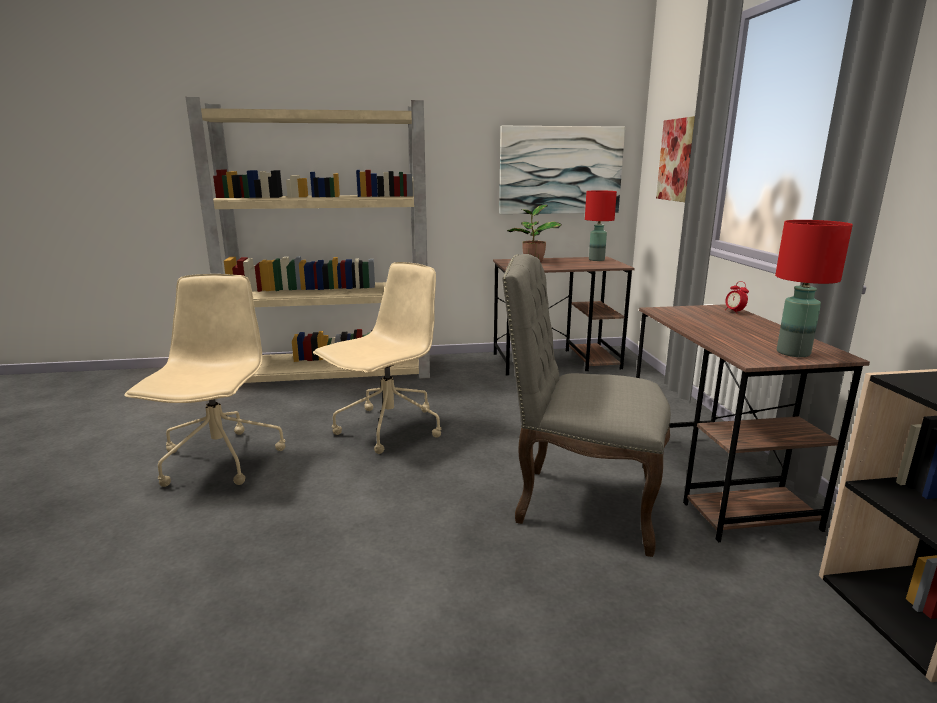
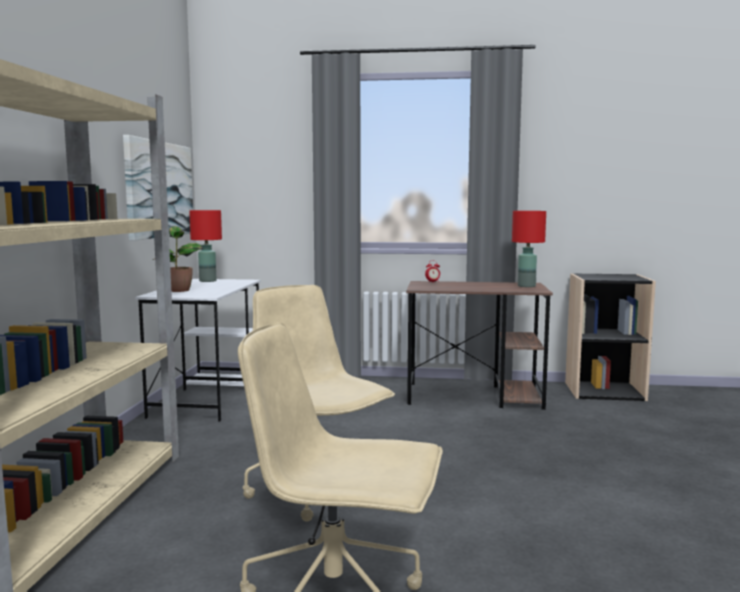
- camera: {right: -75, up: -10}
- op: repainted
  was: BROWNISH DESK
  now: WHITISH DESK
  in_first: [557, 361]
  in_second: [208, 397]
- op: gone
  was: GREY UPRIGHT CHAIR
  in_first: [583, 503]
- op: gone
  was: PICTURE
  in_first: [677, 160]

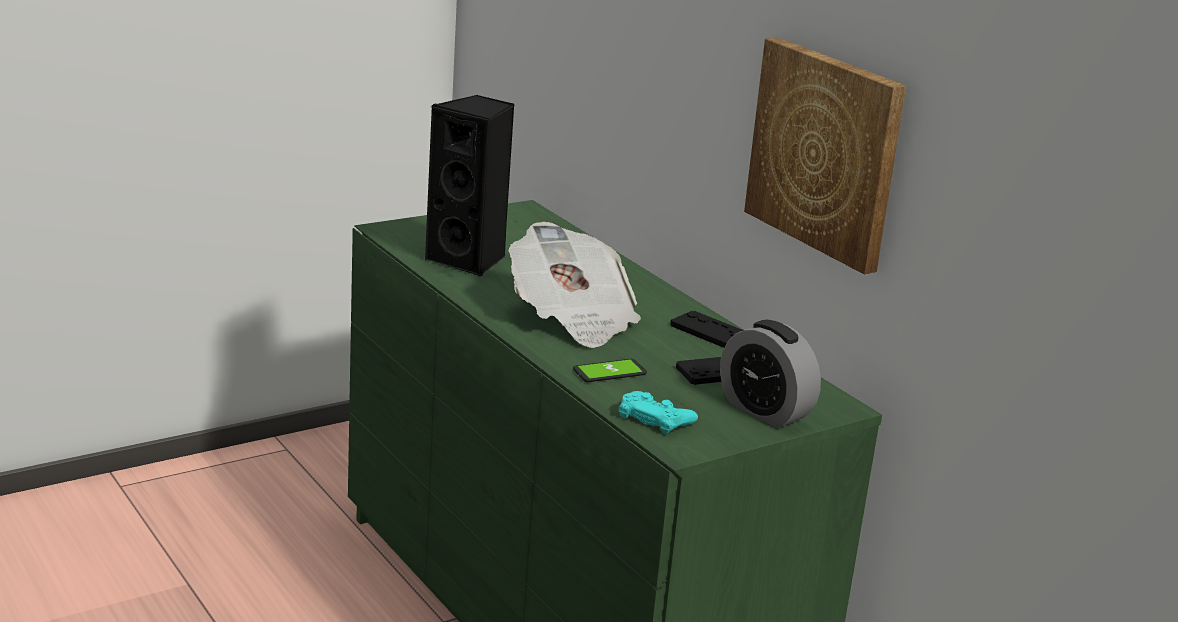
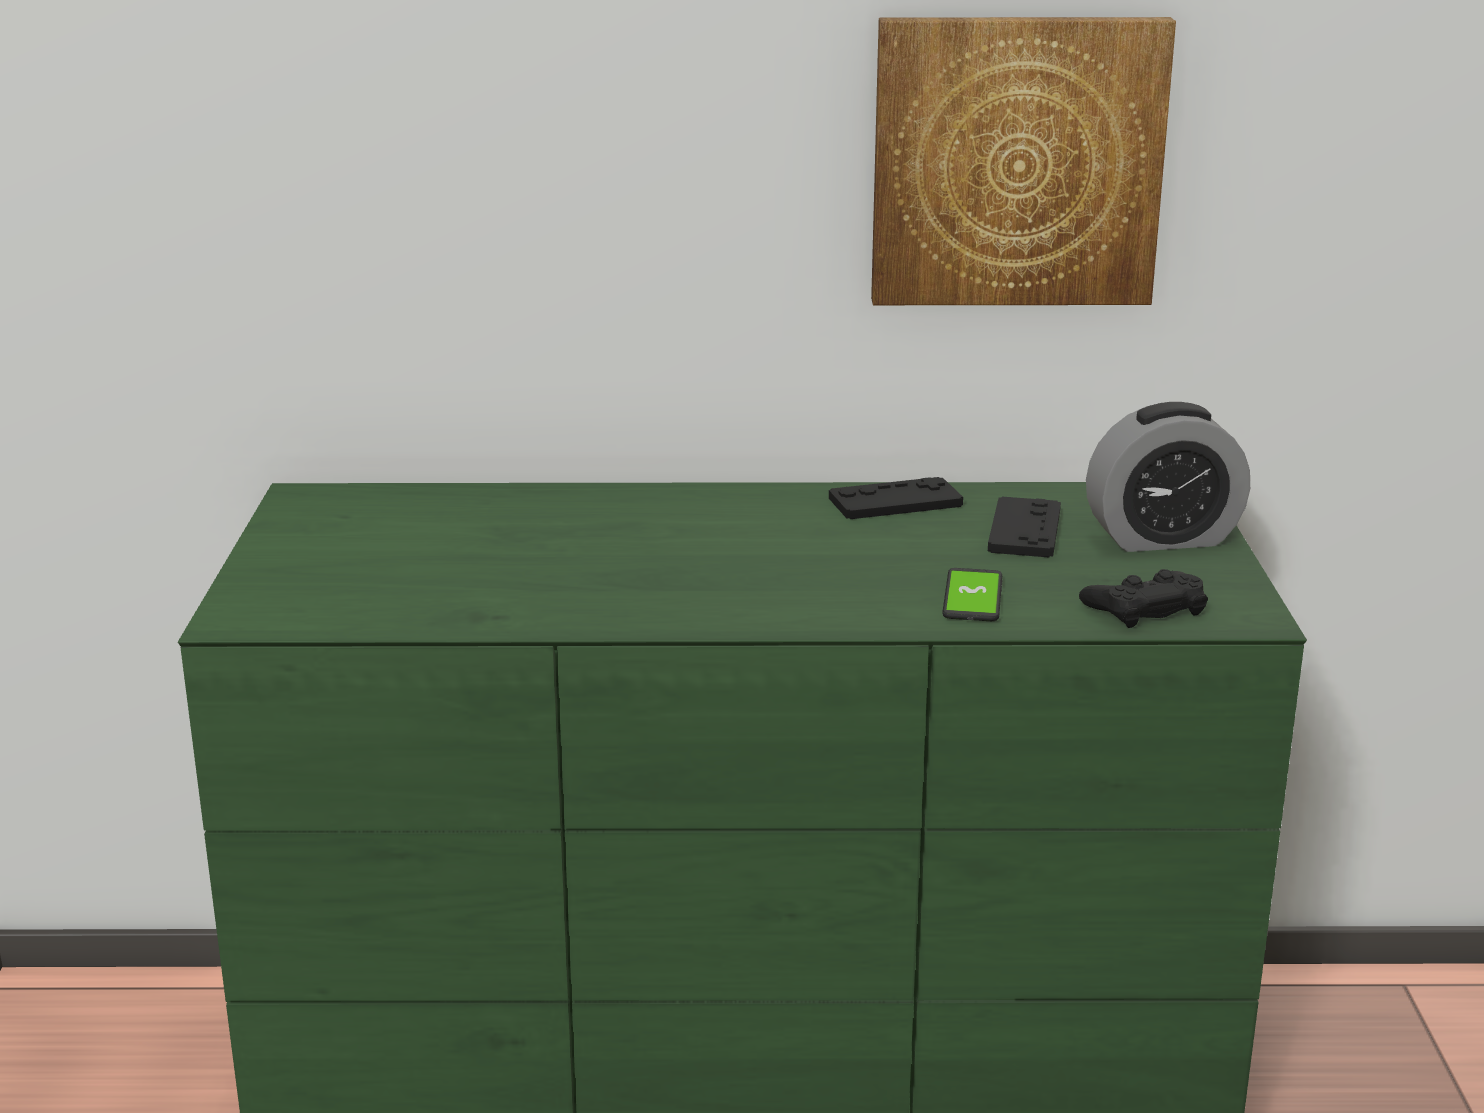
- camera: {right: -55, up: 0}
- op: gone
  was: BLACK-COLOURED SPEAKER
  in_first: [470, 260]
- op: gone
  was: DAILY PAPER
  in_first: [572, 319]
- op: repainted
  was: TURQUOISE-COLOURED JOYPAD
  now: BLACK-COLOURED JOYPAD
  in_first: [655, 418]
  in_second: [1144, 608]

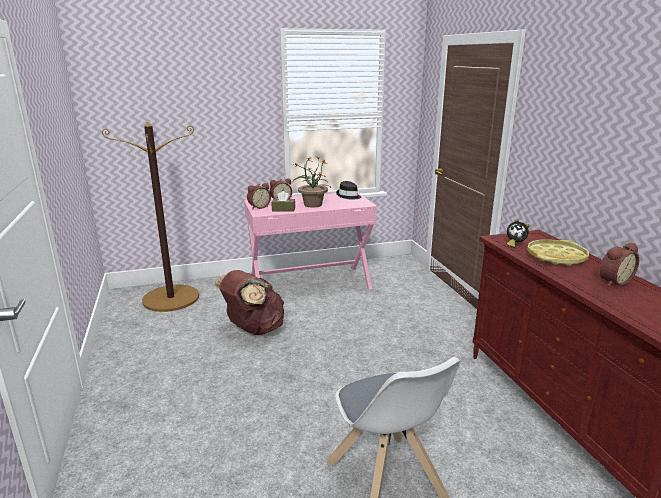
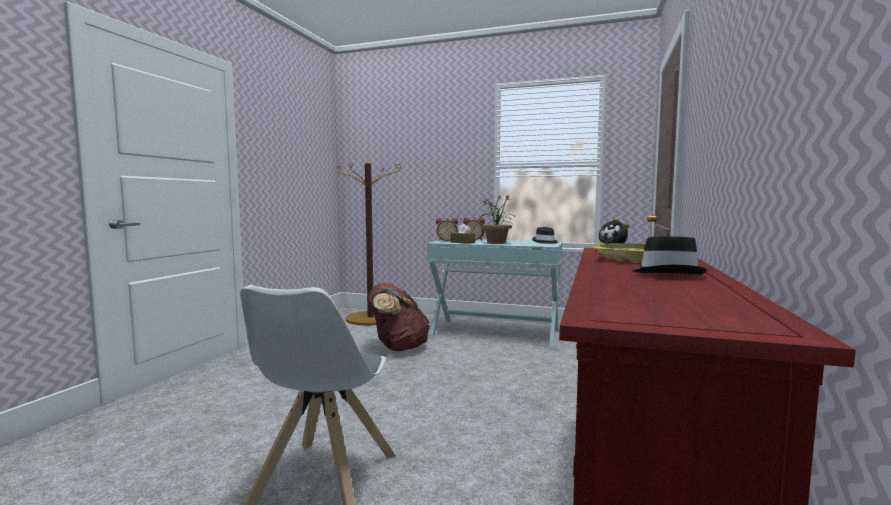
- camera: {right: 35, up: -15}
- op: repainted
  was: PINK DESK
  now: TURQUOISE-COLOURED DESK
  in_first: [310, 284]
  in_second: [495, 332]
- op: swapped
  was: BEDSIDE CLOCK
  now: BLACK-COLOURED WEARABLE HAT
  in_first: [613, 281]
  in_second: [666, 273]

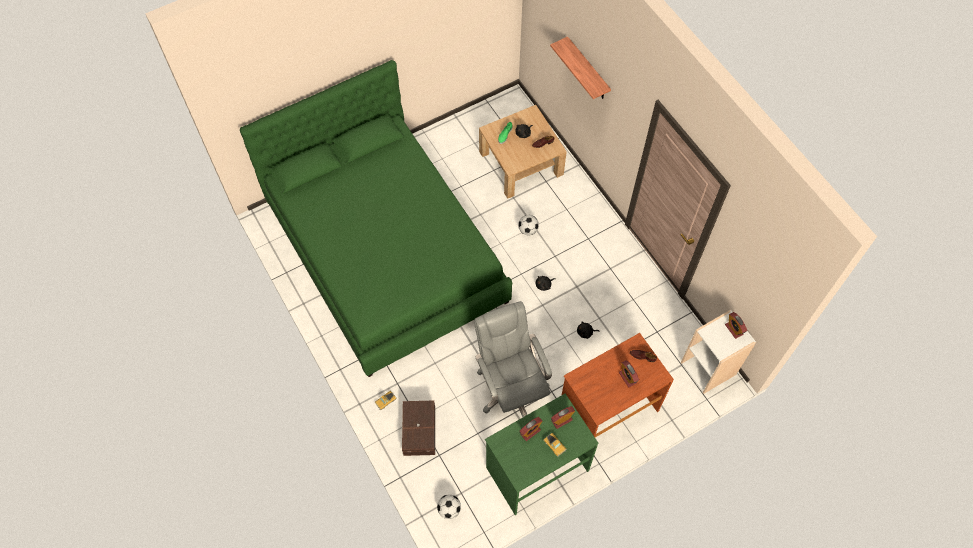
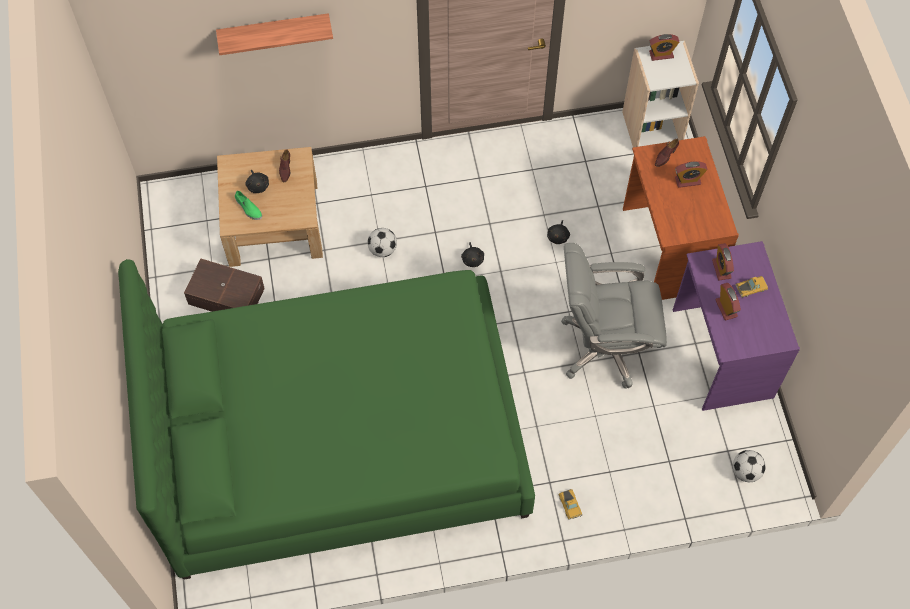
- camera: {right: -70, up: 0}
- op: shifted
  was: BROWNISH STORAGE BOX
  in_first: [420, 430]
  in_second: [226, 295]
- op: repainted
  was: GREEN DESK
  now: PURPLE DESK
  in_first: [537, 468]
  in_second: [720, 353]

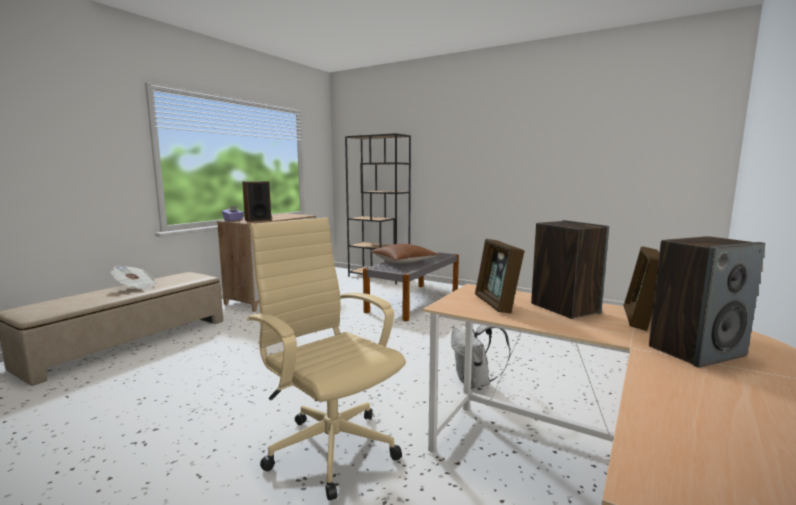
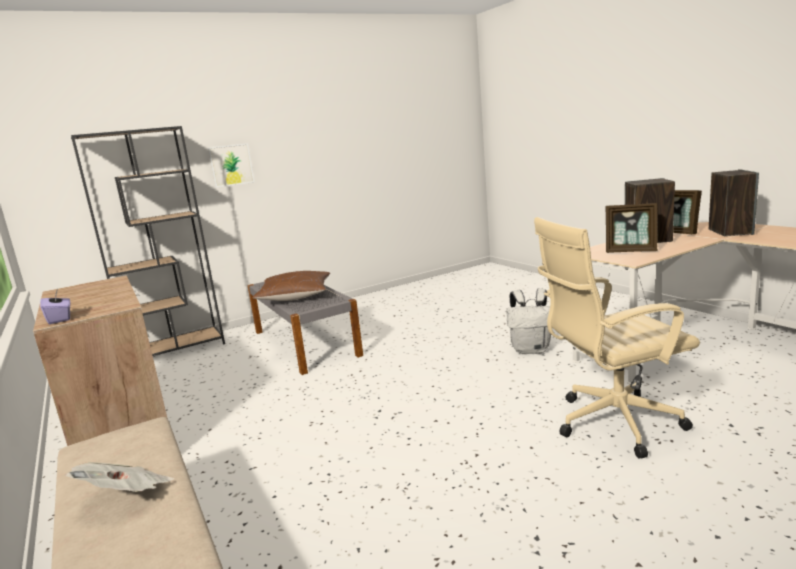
- camera: {right: -60, up: 5}
- op: gone
  was: SPEAKER
  in_first: [258, 220]
- op: new
  now: PICTURE
  in_second: [231, 165]

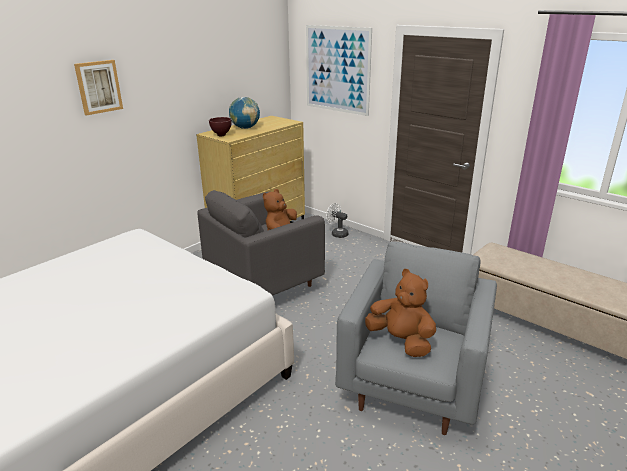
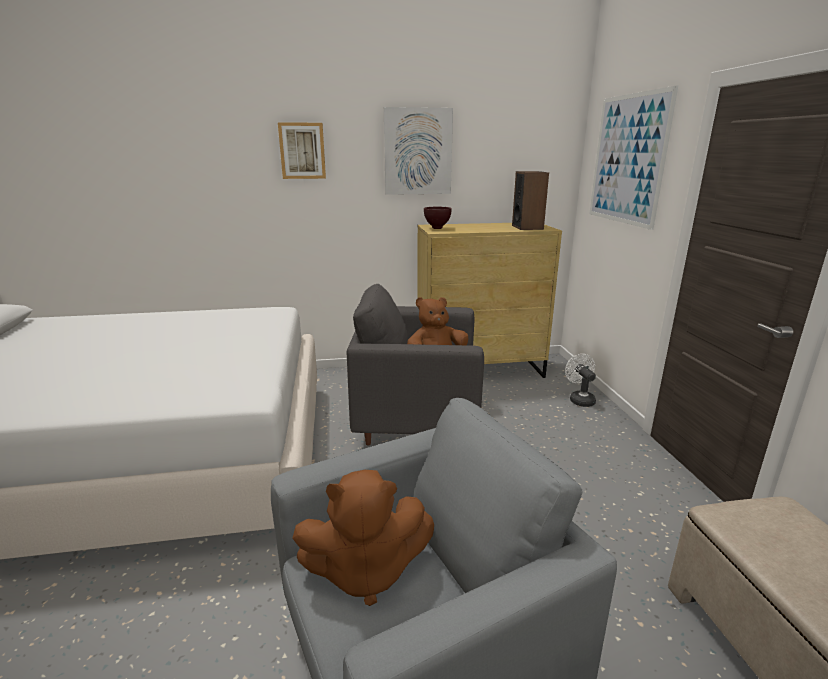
- camera: {right: 40, up: -5}
- op: gone
  was: GLOBE
  in_first: [245, 128]
- op: rotated
  was: BROWNISH SOFT TOY
  in_first: [400, 341]
  in_second: [365, 571]
  clockwise: 90
- op: new
  now: PICTURE
  in_second: [417, 152]
- op: new
  now: SPEAKER
  in_second: [527, 227]

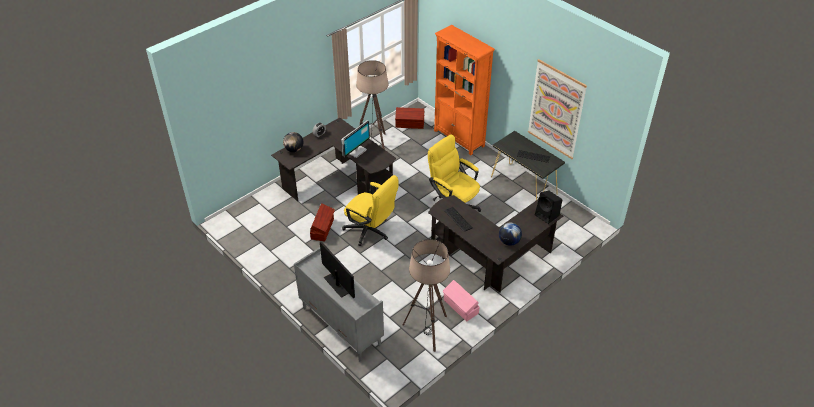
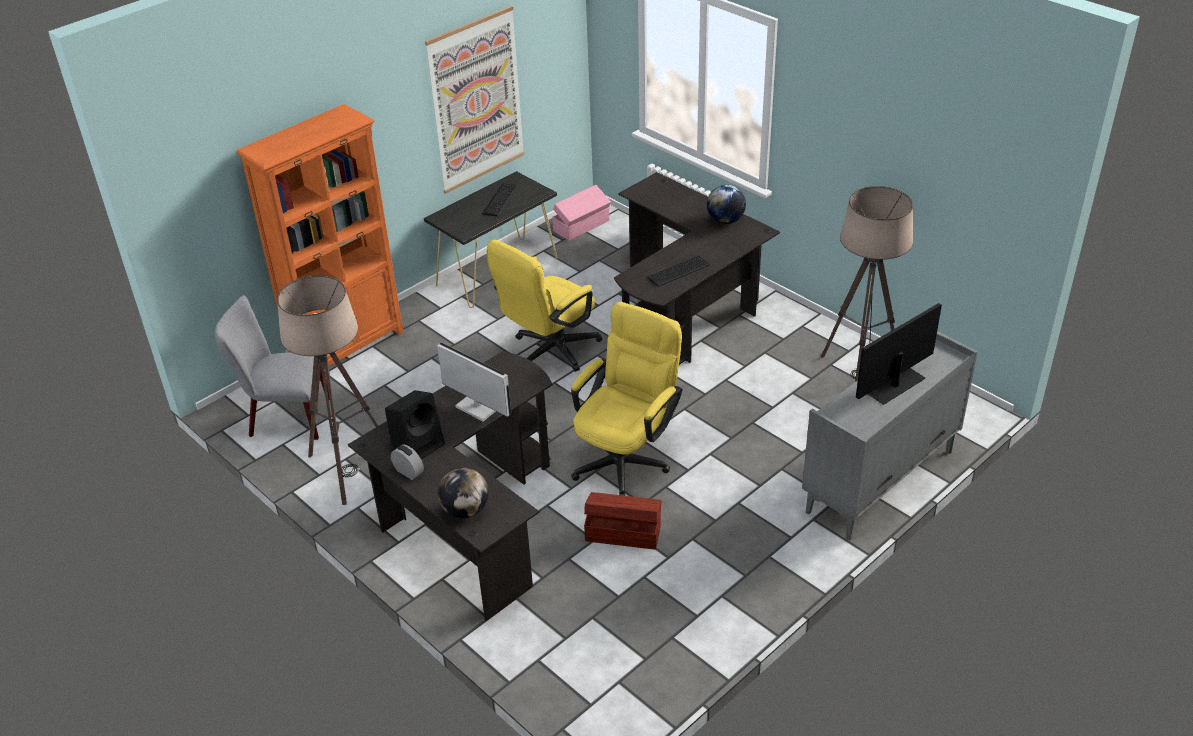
- camera: {right: -90, up: -5}
- op: swapped
  was: BROWNISH STORAGE BOX
  now: GREY UPRIGHT CHAIR
  in_first: [410, 124]
  in_second: [284, 417]
- op: shifted
  was: PINK STORAGE BOX
  in_first: [460, 307]
  in_second: [582, 226]
- op: shifted
  was: BLACK-COLOURED SPEAKER
  in_first: [547, 215]
  in_second: [418, 444]

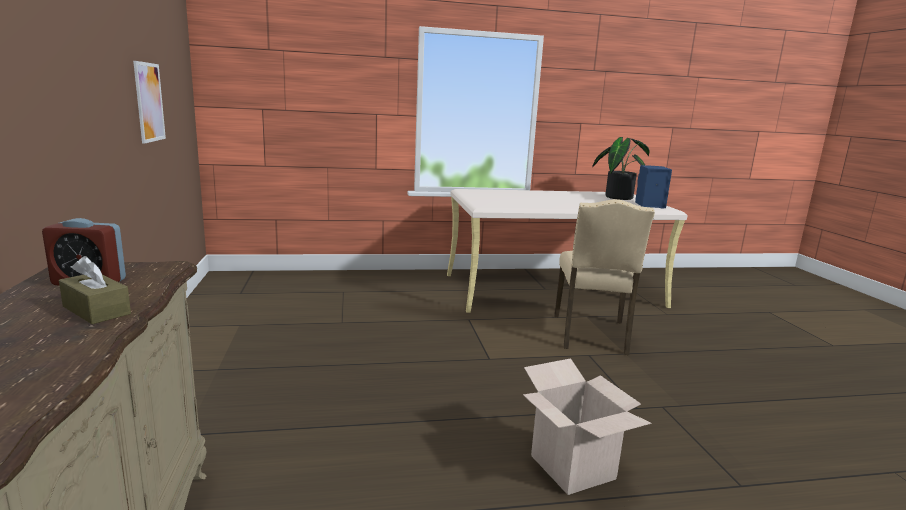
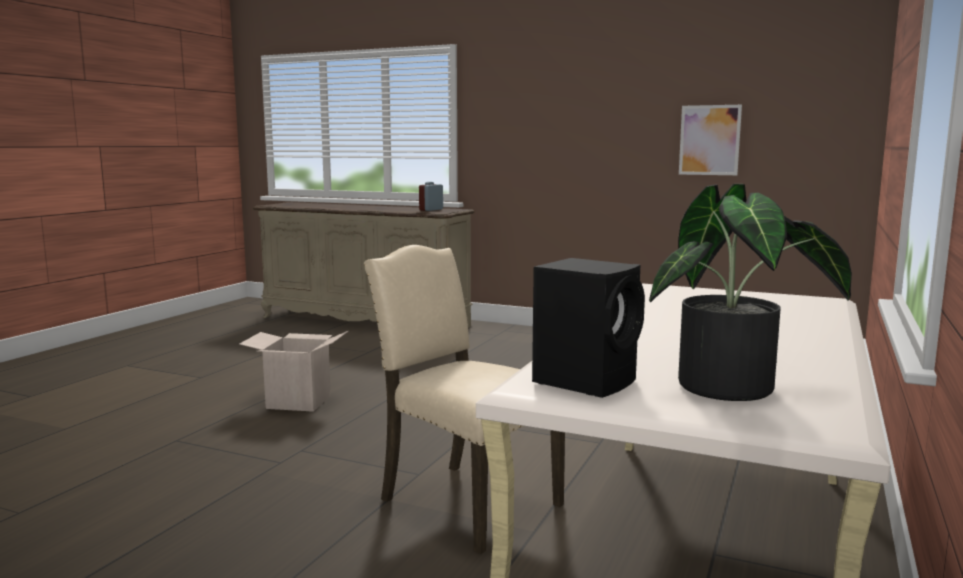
- camera: {right: 125, up: -5}
- op: gone
  was: BROWNISH TISSUE HOLDER
  in_first: [96, 310]
- op: repainted
  was: BLUE-COLOURED SPEAKER
  now: BLACK-COLOURED SPEAKER
  in_first: [648, 205]
  in_second: [587, 381]

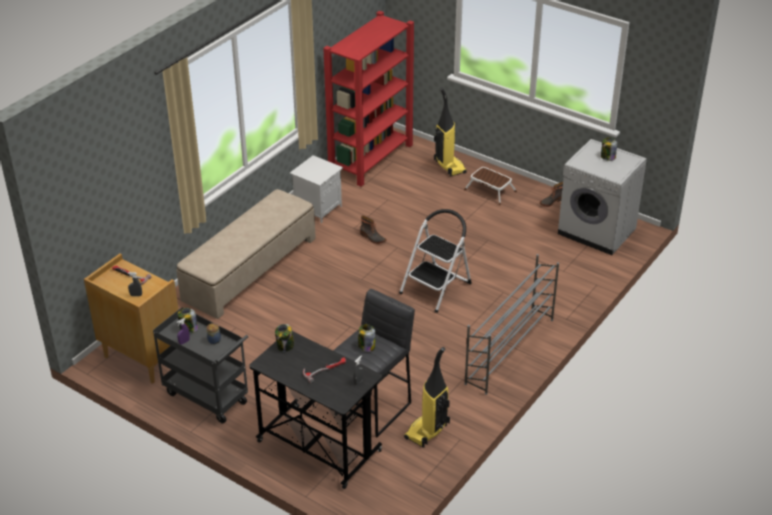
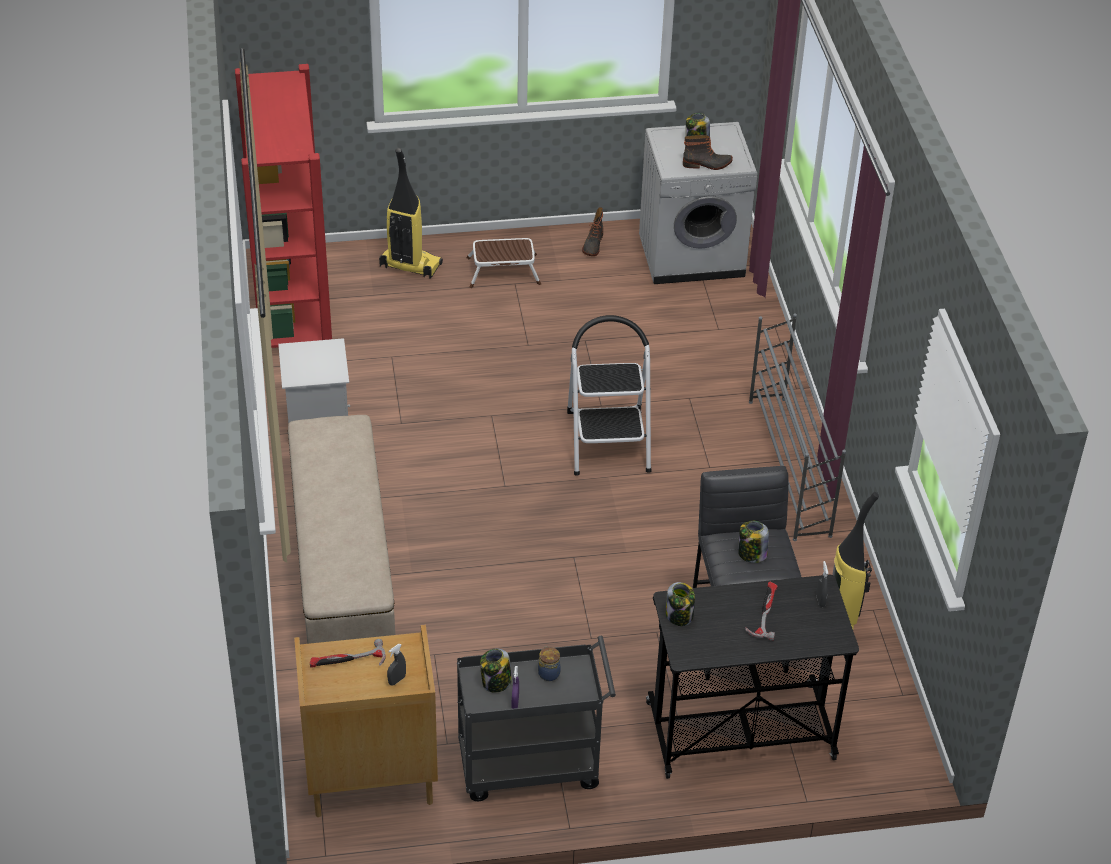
- camera: {right: -45, up: 5}
- op: shifted
  was: HIGH-TOP BOOT
  in_first: [372, 238]
  in_second: [707, 164]

